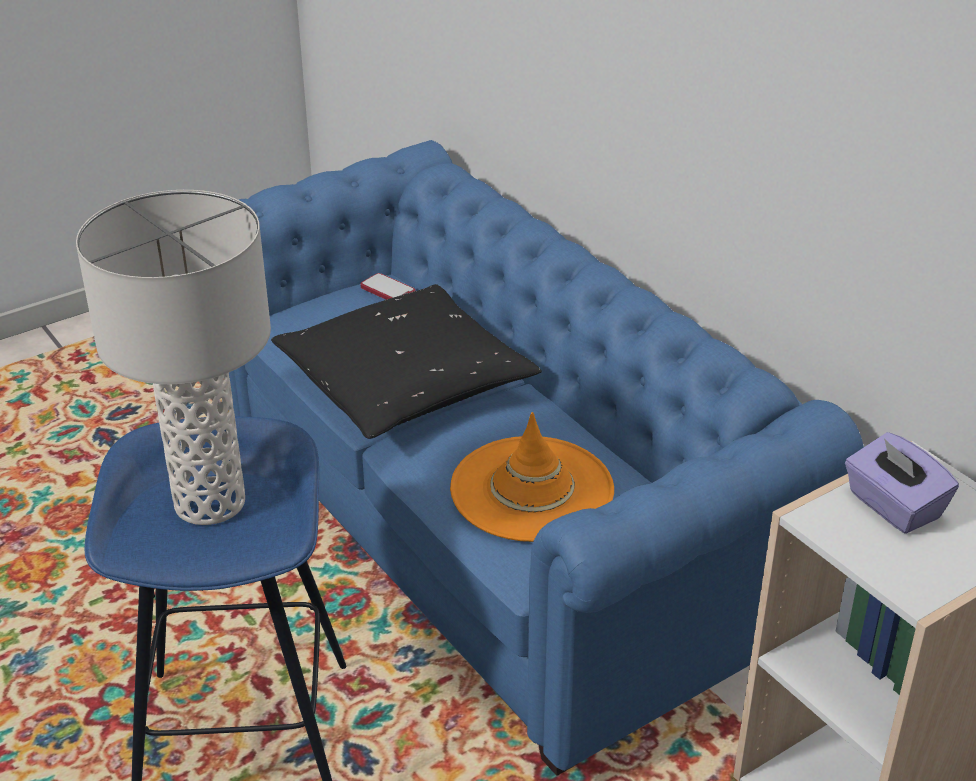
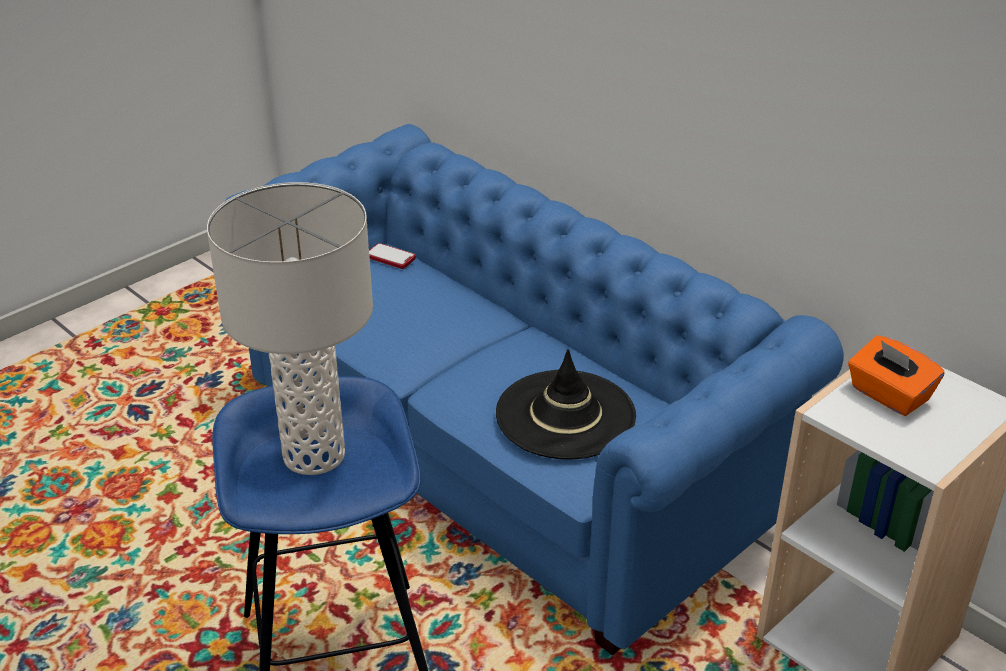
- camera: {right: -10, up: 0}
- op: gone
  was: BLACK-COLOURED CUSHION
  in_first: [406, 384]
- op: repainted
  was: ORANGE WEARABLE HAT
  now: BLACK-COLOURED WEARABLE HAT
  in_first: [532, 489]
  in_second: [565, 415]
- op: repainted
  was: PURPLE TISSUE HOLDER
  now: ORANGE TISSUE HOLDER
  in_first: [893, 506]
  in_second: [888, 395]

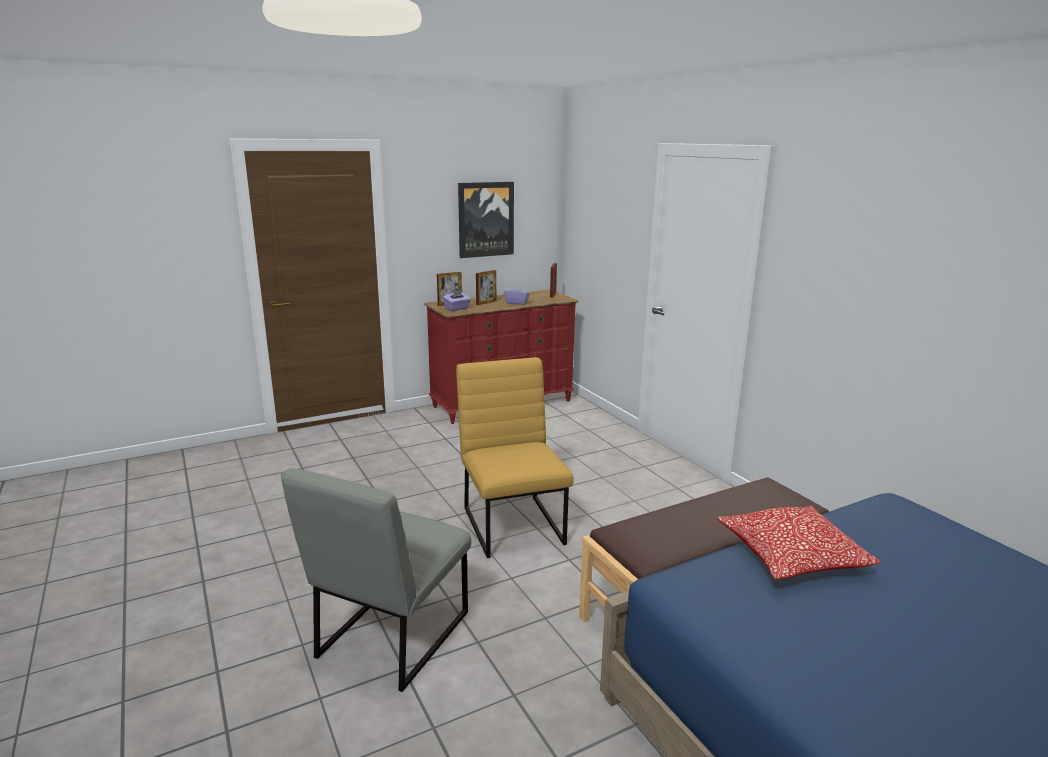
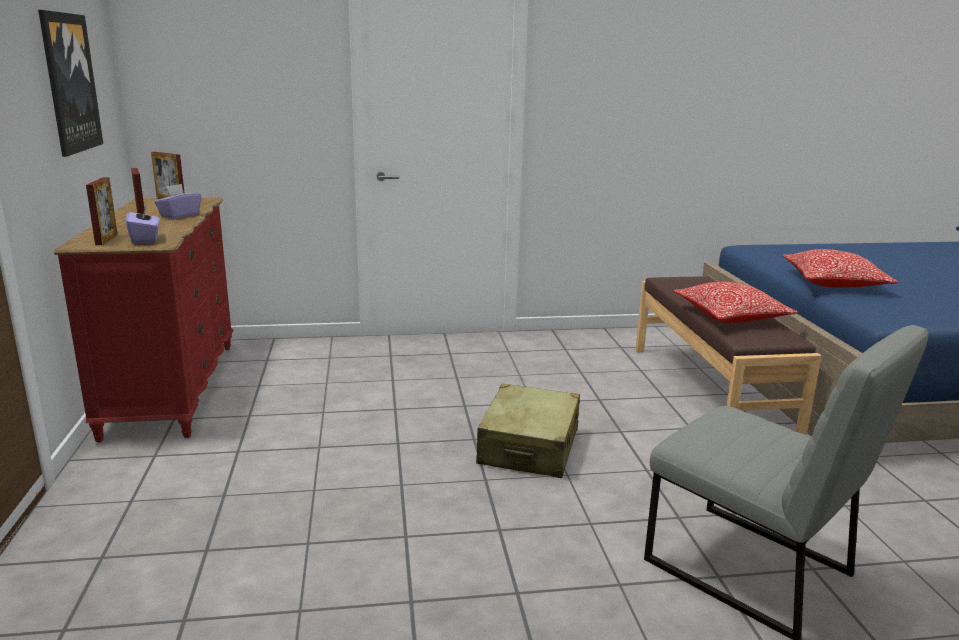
- camera: {right: -70, up: 0}
- op: swapped
  was: YELLOW UPRIGHT CHAIR
  now: BEIGE TRAVEL CASE
  in_first: [513, 523]
  in_second: [529, 447]
- op: new
  now: CUSHION
  in_second: [731, 316]

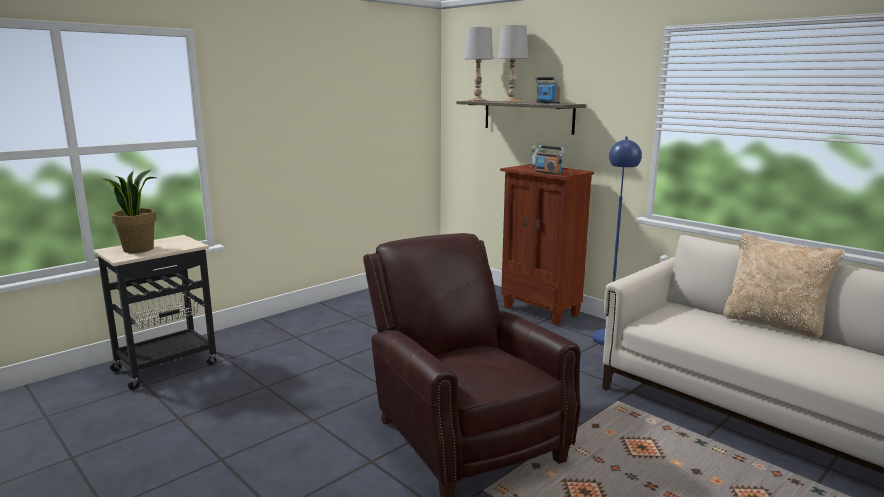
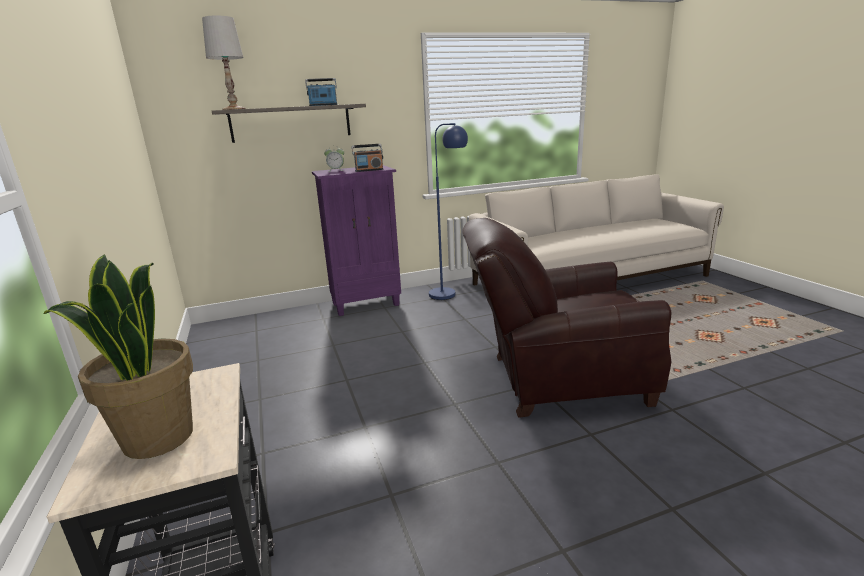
- camera: {right: -65, up: 5}
- op: gone
  was: WHITISH TABLETOP LAMP
  in_first: [511, 101]
- op: repainted
  was: BROWNISH STORAGE CABINET
  now: PURPLE STORAGE CABINET
  in_first: [540, 312]
  in_second: [366, 305]
- op: gone
  was: BEIGE CUSHION
  in_first: [773, 326]

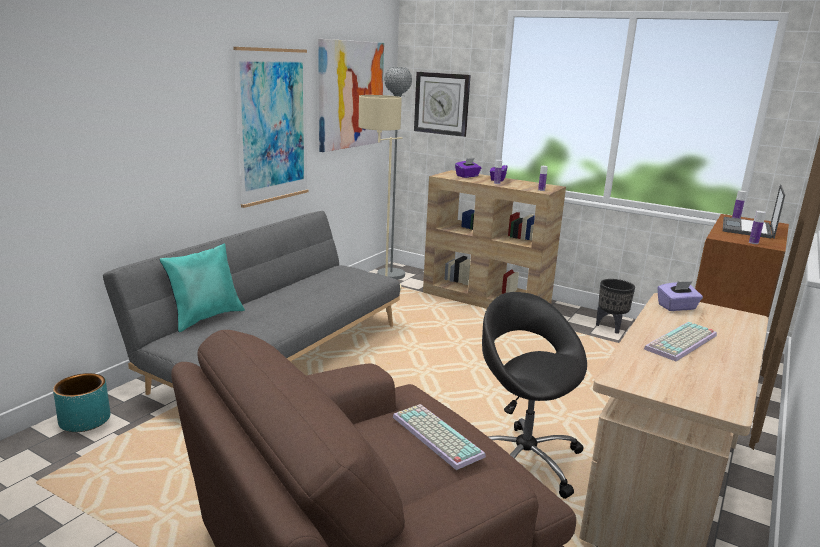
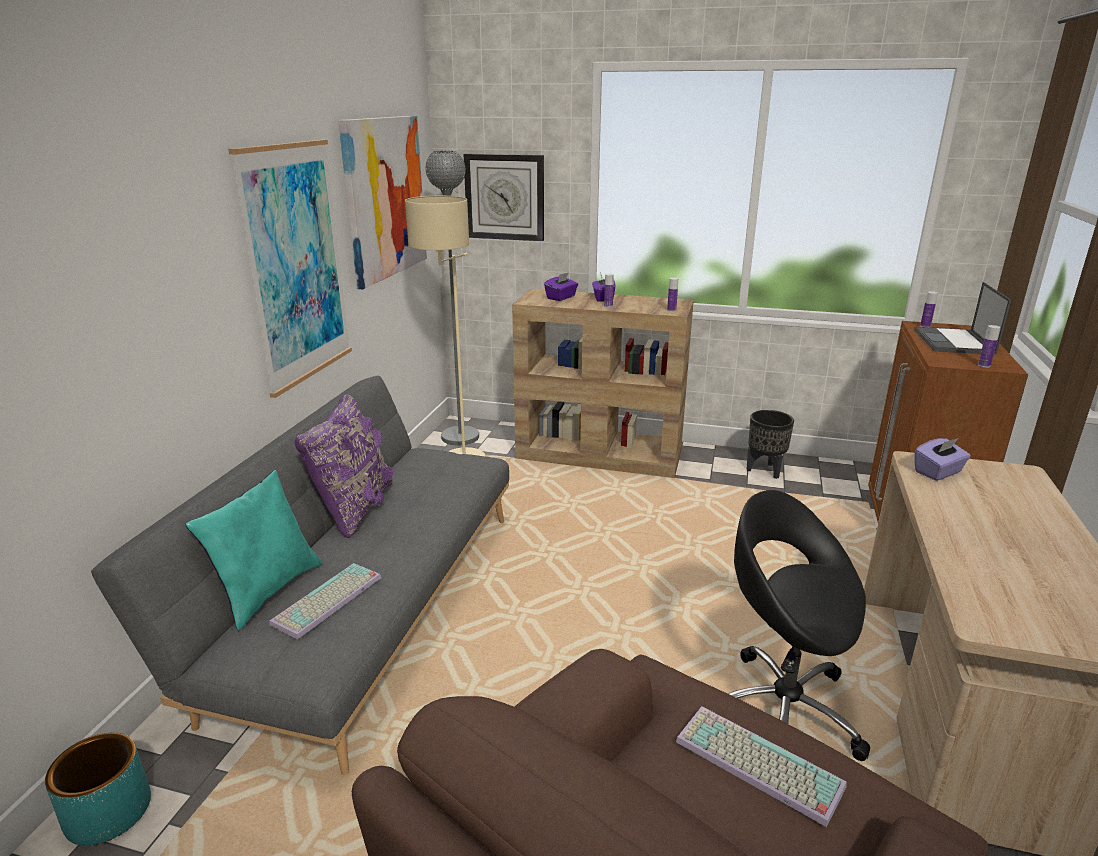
- camera: {right: -15, up: 5}
- op: shifted
  was: PC KEYBOARD
  in_first: [682, 343]
  in_second: [328, 602]
- op: new
  now: PURPLE CUSHION
  in_second: [356, 509]

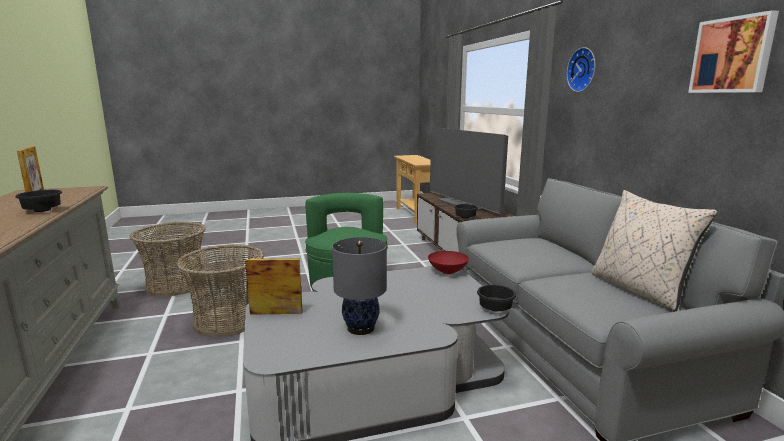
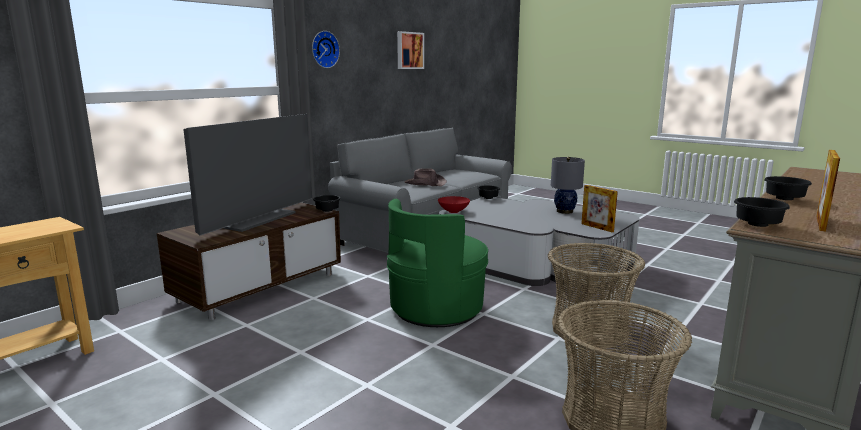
- camera: {right: -125, up: 0}
- op: gone
  was: BEIGE CUSHION
  in_first: [639, 289]
- op: new
  now: BROWNISH WEARABLE HAT
  in_second: [425, 183]
- op: new
  now: BLACK-COLOURED SERVING BOWL
  in_second: [756, 225]

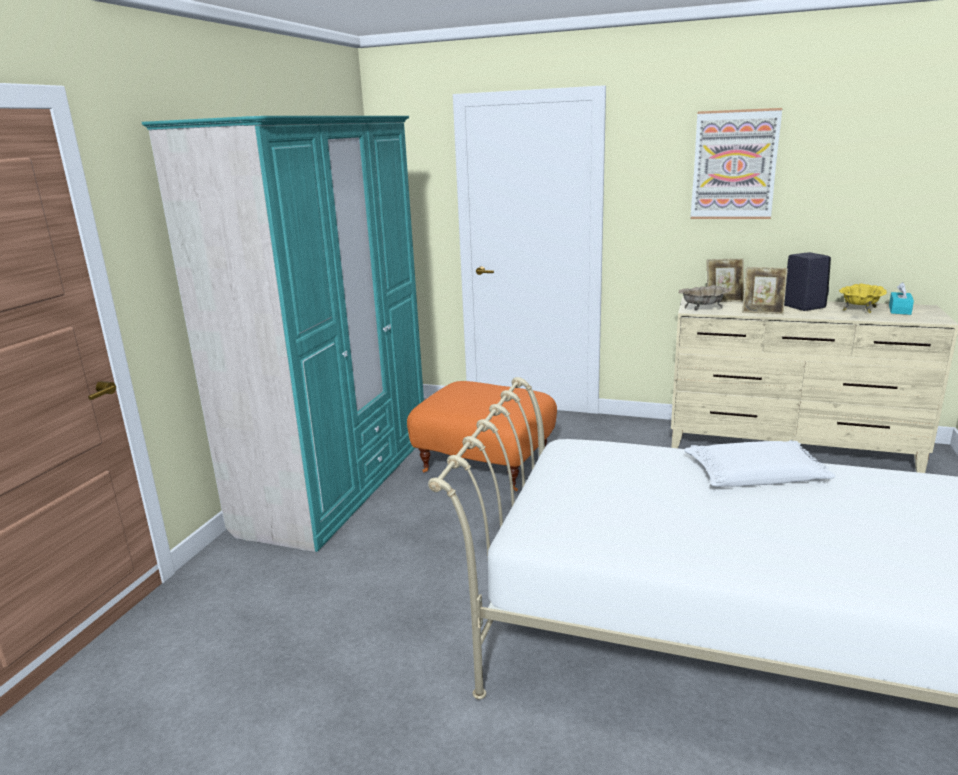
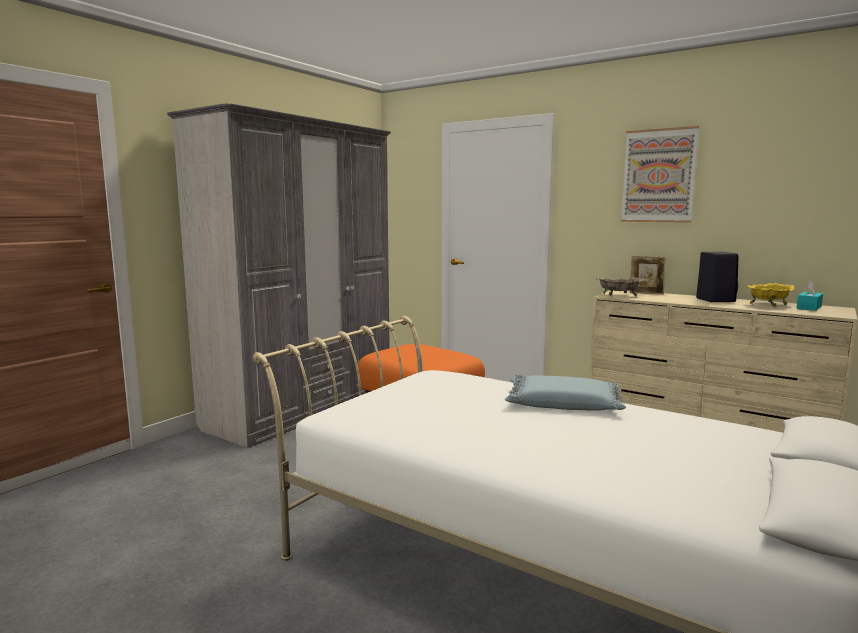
- camera: {right: 15, up: -10}
- op: repainted
  was: TURQUOISE-COLOURED CLOTHES CUPBOARD
  now: GREY CLOTHES CUPBOARD
  in_first: [342, 480]
  in_second: [305, 408]
- op: repainted
  was: WHITISH CUSHION
  now: BLUE-COLOURED CUSHION
  in_first: [755, 472]
  in_second: [563, 401]
- op: gone
  was: PICTURE FRAME
  in_first: [762, 311]

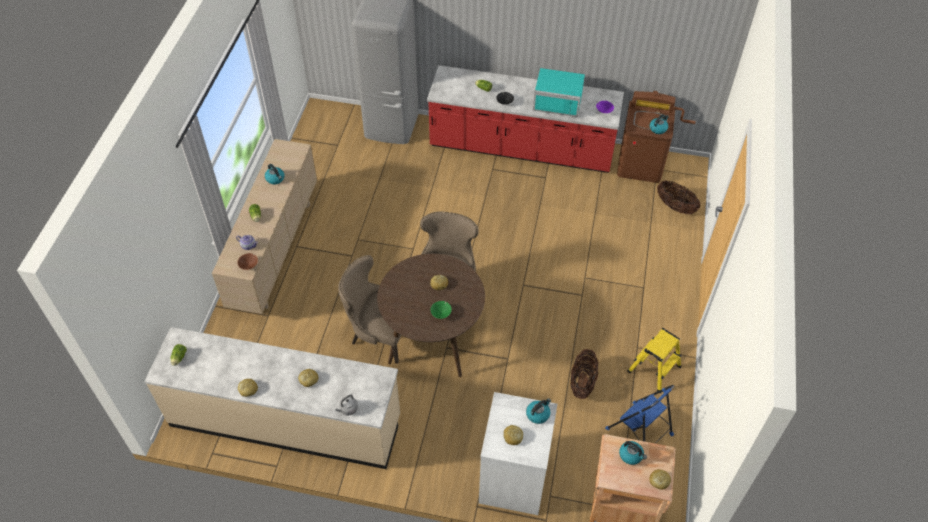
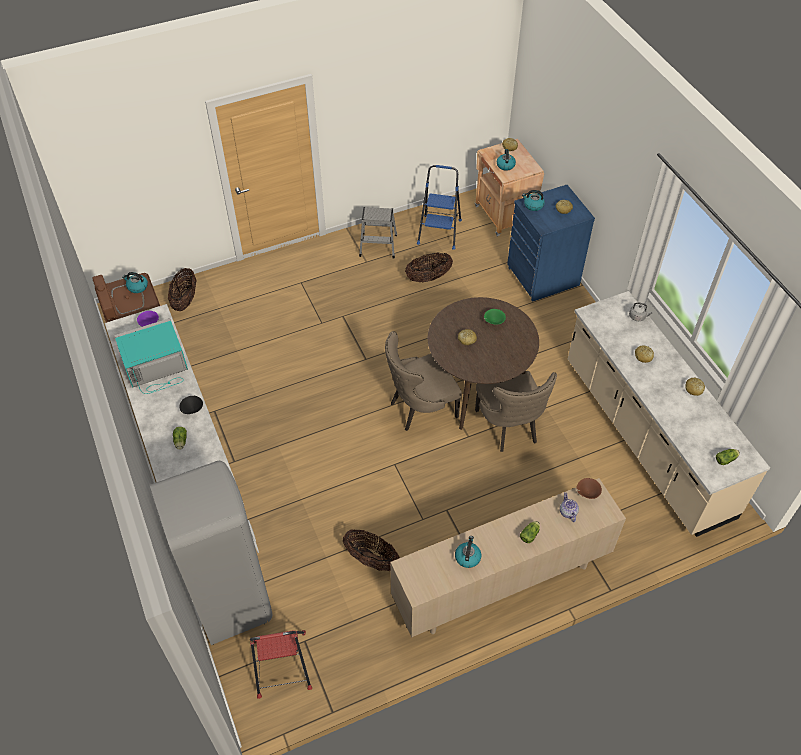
- camera: {right: -125, up: 0}
- op: repainted
  was: WHITISH DRESSER
  now: BLUE-COLOURED DRESSER
  in_first: [513, 479]
  in_second: [543, 277]
- op: rotated
  was: TURQUOISE-COLOURED MICROWAVE OVEN
  in_first: [558, 100]
  in_second: [155, 367]
  clockwise: -90
- op: repainted
  was: YELLOW STEP LADDER
  now: GREY STEP LADDER
  in_first: [654, 369]
  in_second: [378, 245]
- op: new
  now: RED STEP LADDER
  in_second: [281, 666]
- op: new
  now: STORAGE BASKET
  in_second: [371, 559]

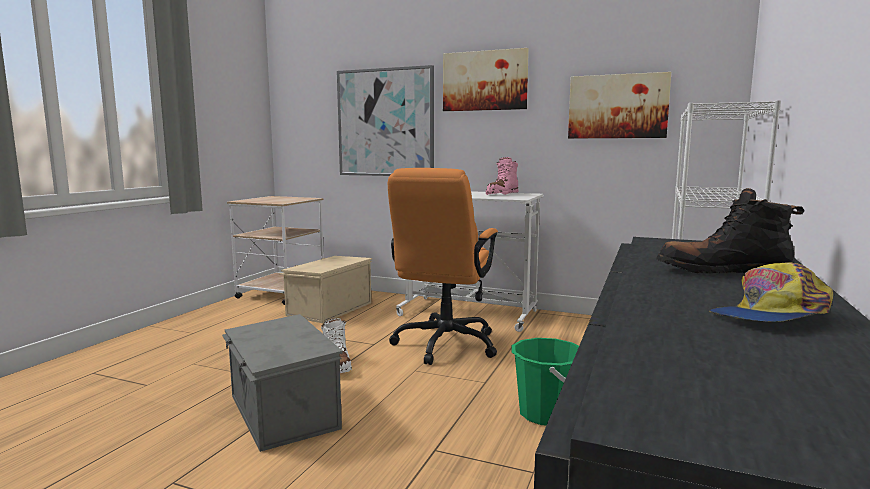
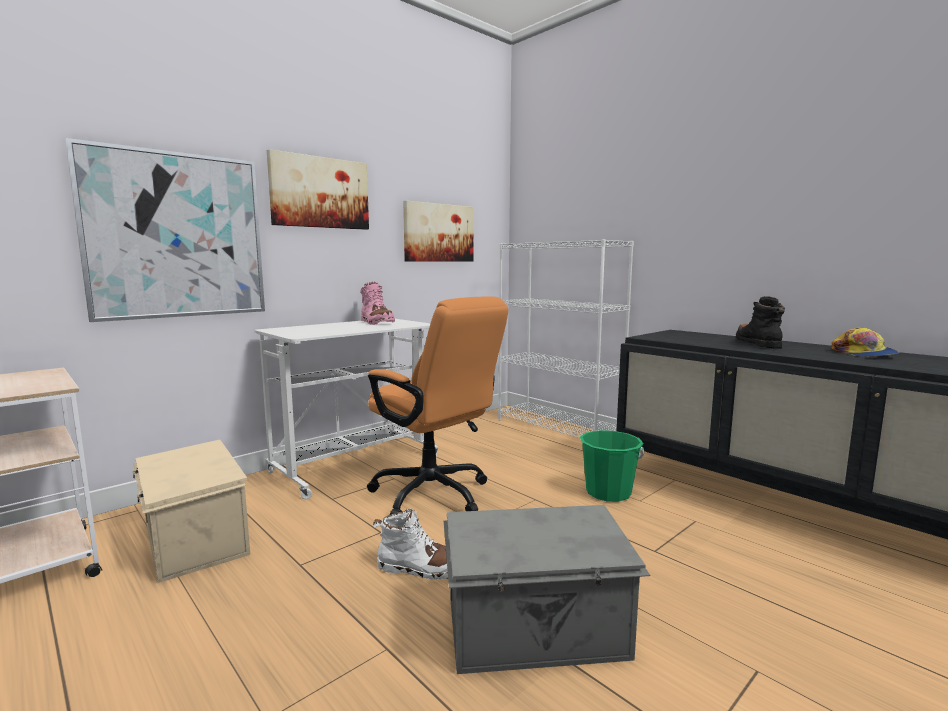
- camera: {right: -65, up: 0}
- op: rotated
  was: BLACK-COLOURED HIGH-TOP BOOT
  in_first: [722, 272]
  in_second: [758, 344]
  clockwise: 150

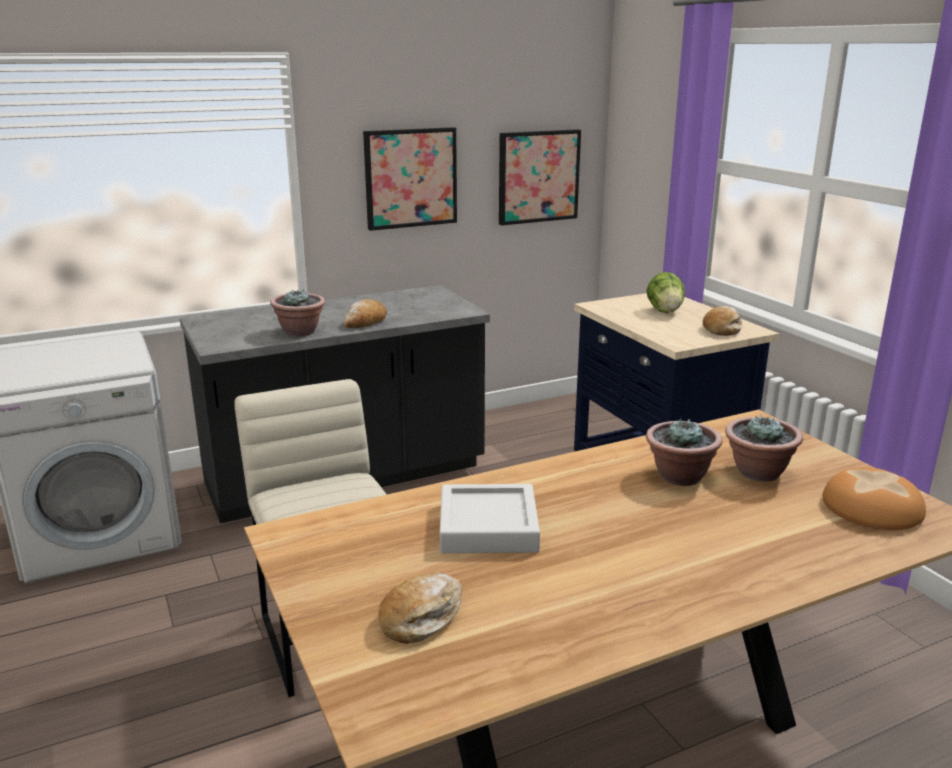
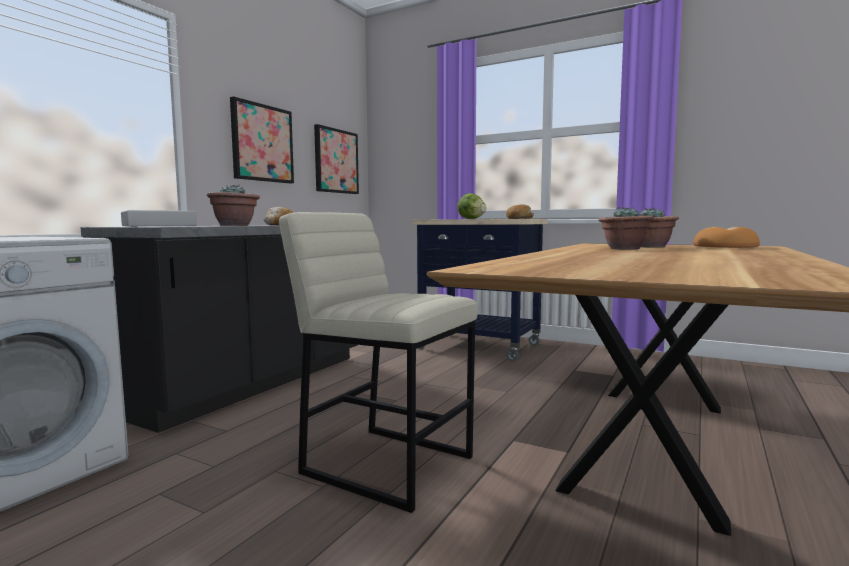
- camera: {right: -35, up: -15}
- op: gone
  was: BREAD
  in_first: [421, 617]
- op: shifted
  was: GREY TRAY
  in_first: [488, 527]
  in_second: [159, 226]

